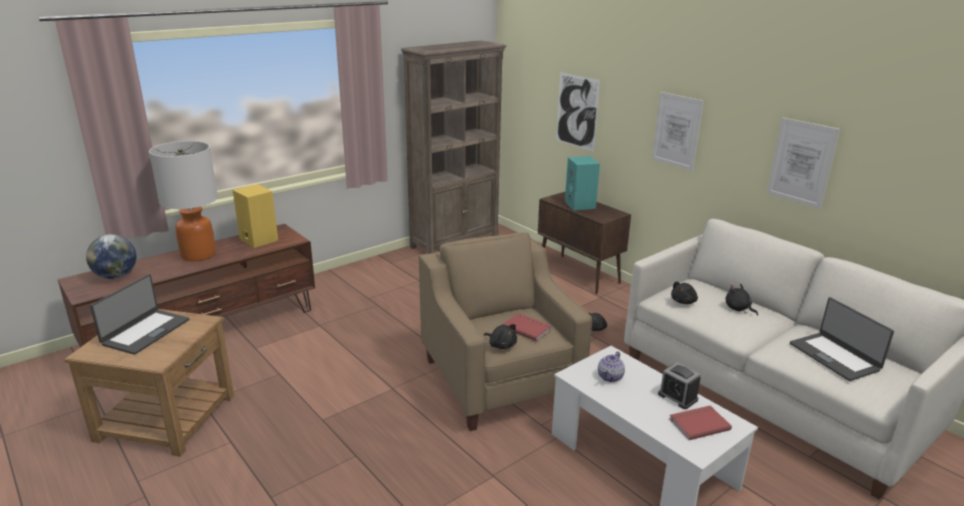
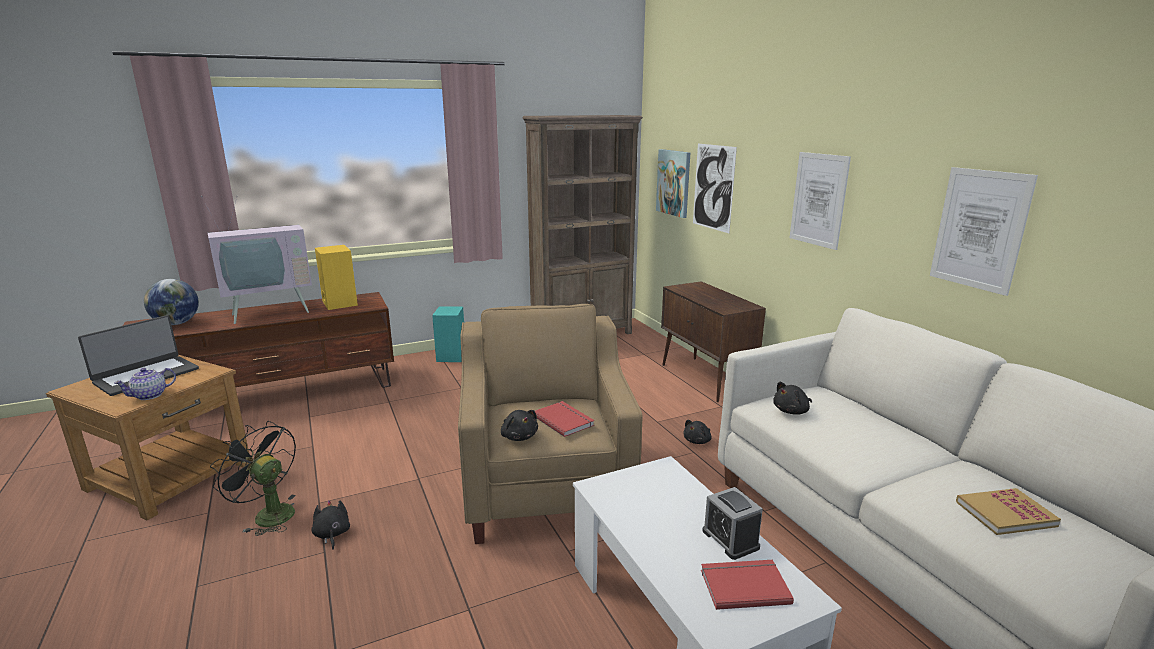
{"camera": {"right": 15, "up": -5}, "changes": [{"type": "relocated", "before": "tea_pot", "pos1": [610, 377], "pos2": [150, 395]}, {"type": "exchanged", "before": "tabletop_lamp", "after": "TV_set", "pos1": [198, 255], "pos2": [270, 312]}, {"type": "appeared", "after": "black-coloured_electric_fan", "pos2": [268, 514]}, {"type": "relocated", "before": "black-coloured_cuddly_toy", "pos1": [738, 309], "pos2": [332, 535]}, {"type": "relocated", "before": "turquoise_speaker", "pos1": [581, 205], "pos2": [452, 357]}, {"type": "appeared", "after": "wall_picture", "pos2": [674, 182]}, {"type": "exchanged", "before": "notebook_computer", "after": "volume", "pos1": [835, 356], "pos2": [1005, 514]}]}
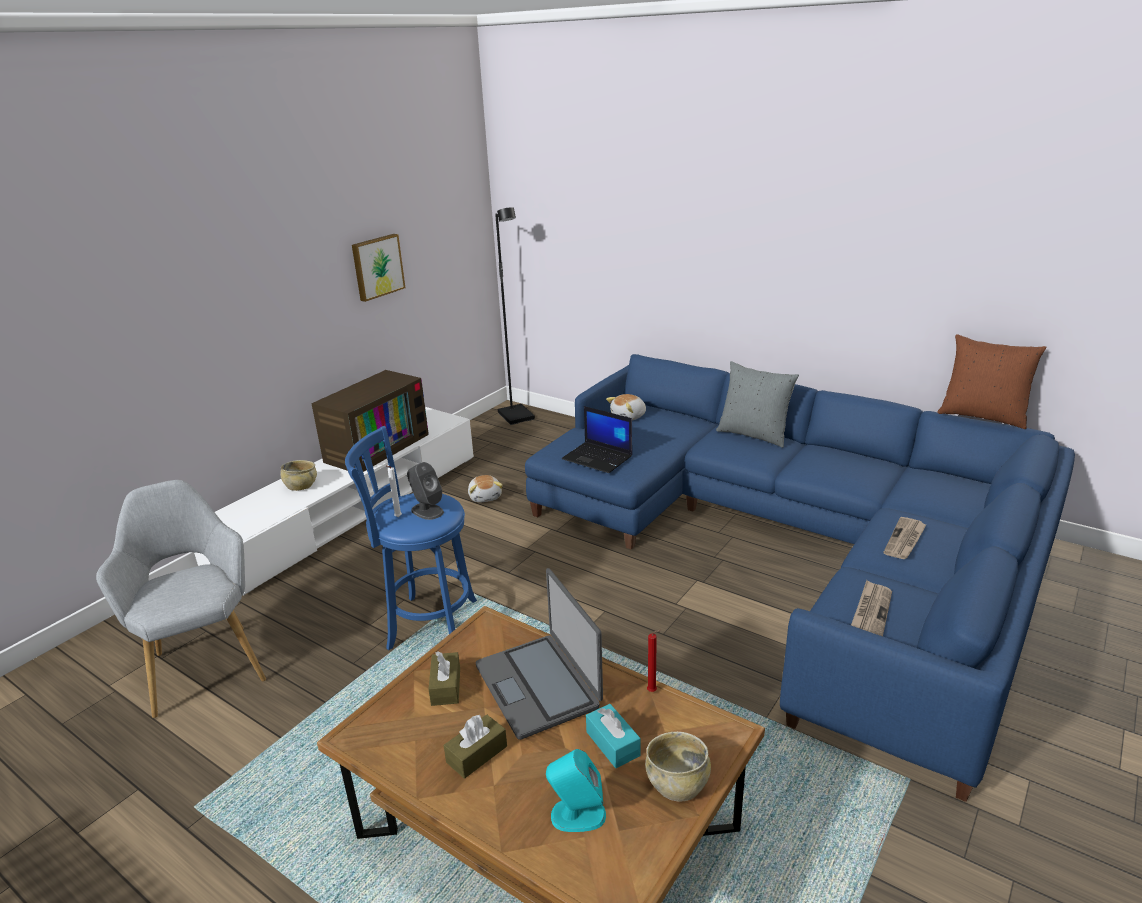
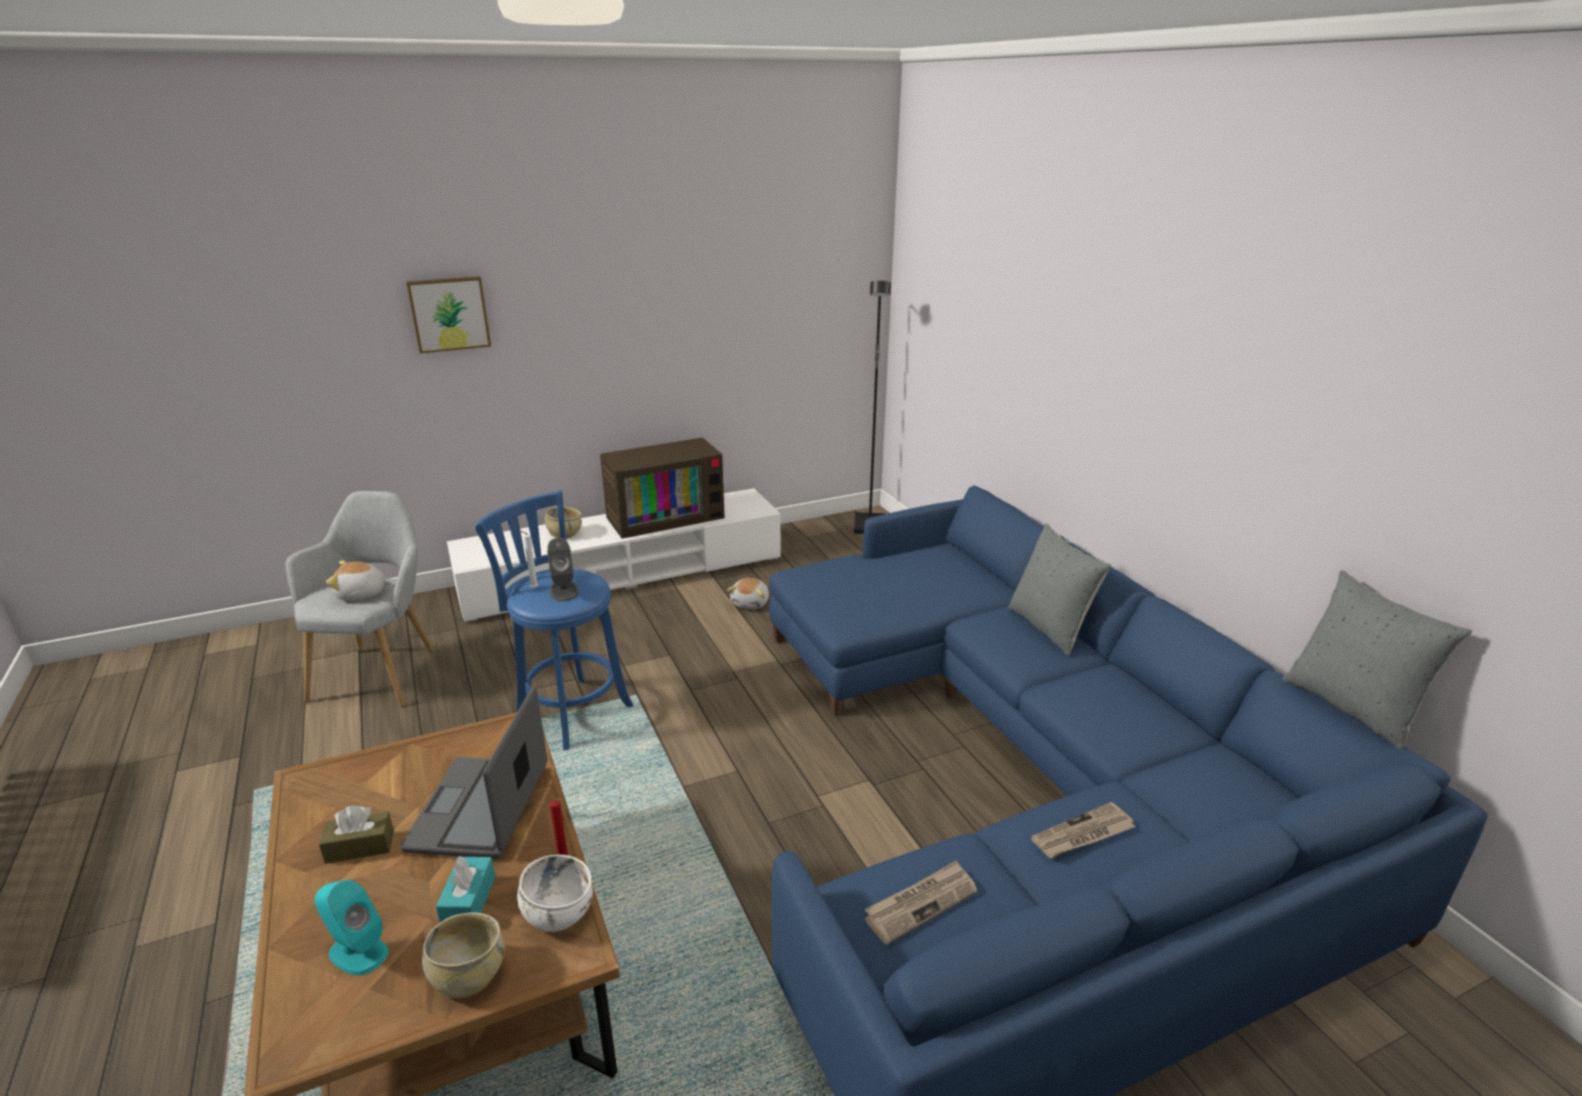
{"camera": {"right": 30, "up": 0}, "changes": [{"type": "relocated", "before": "cuddly_toy", "pos1": [629, 416], "pos2": [361, 594]}, {"type": "relocated", "before": "wall_picture", "pos1": [377, 266], "pos2": [449, 313]}, {"type": "appeared", "after": "white-coloured_serving_bowl", "pos2": [558, 915]}, {"type": "colour", "before": "brown_throw_pillow", "after": "grey_throw_pillow", "pos1": [982, 416], "pos2": [1352, 707]}, {"type": "missing", "before": "brown_tissue_box", "pos1": [446, 686]}, {"type": "missing", "before": "notebook_computer", "pos1": [598, 458]}]}
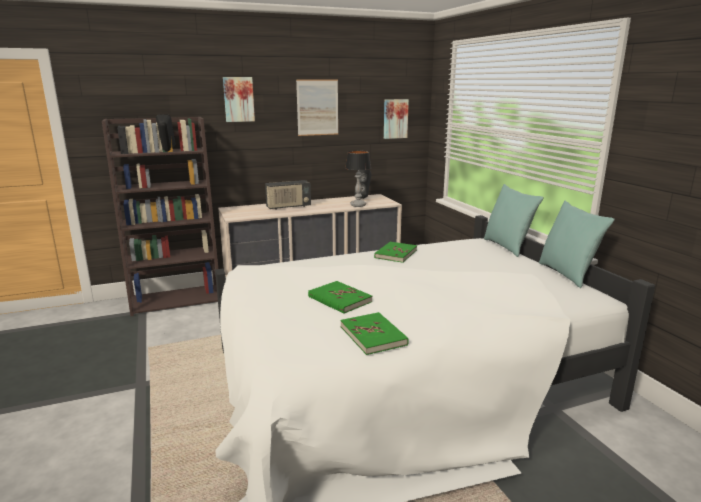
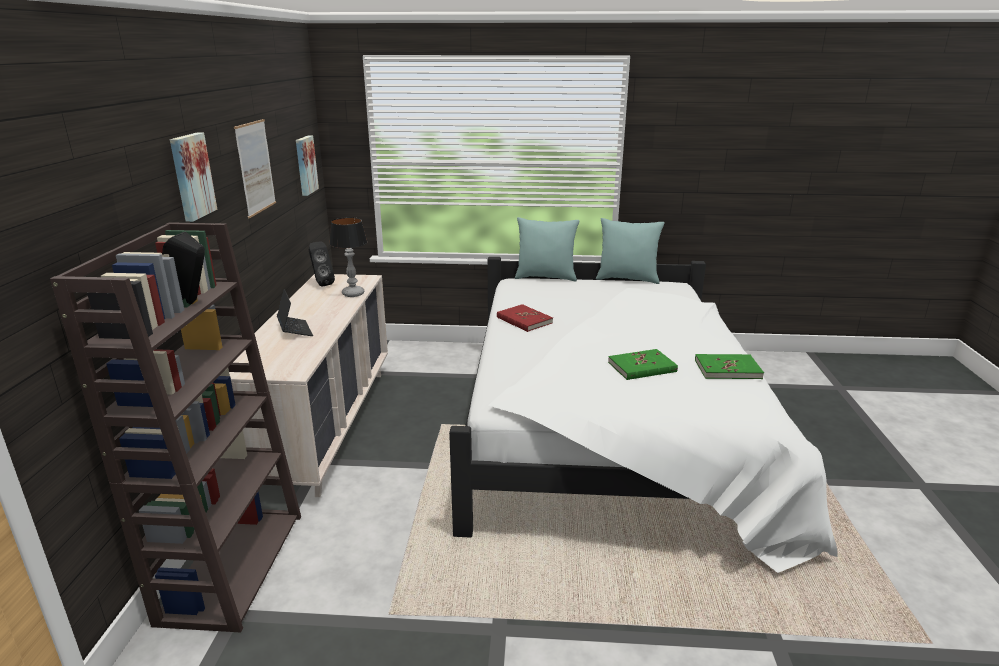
{"camera": {"right": -65, "up": 5}, "changes": [{"type": "exchanged", "before": "radio_receiver", "after": "notebook_computer", "pos1": [288, 207], "pos2": [295, 330]}, {"type": "colour", "before": "green-coloured_volume", "after": "reddish_volume", "pos1": [395, 254], "pos2": [524, 320]}]}
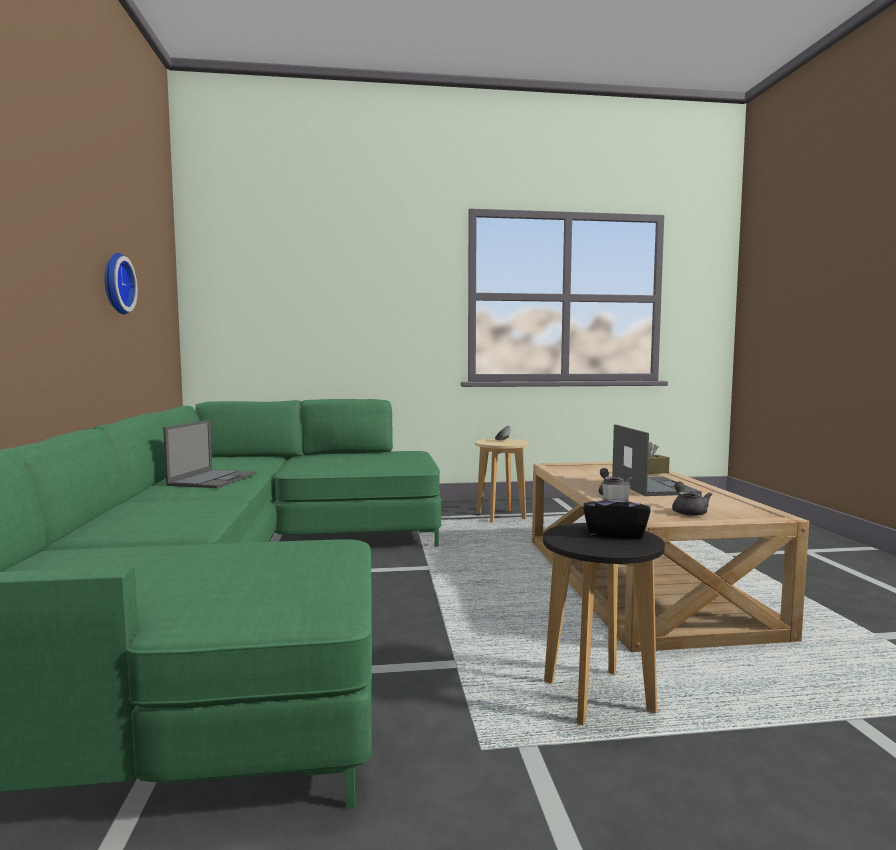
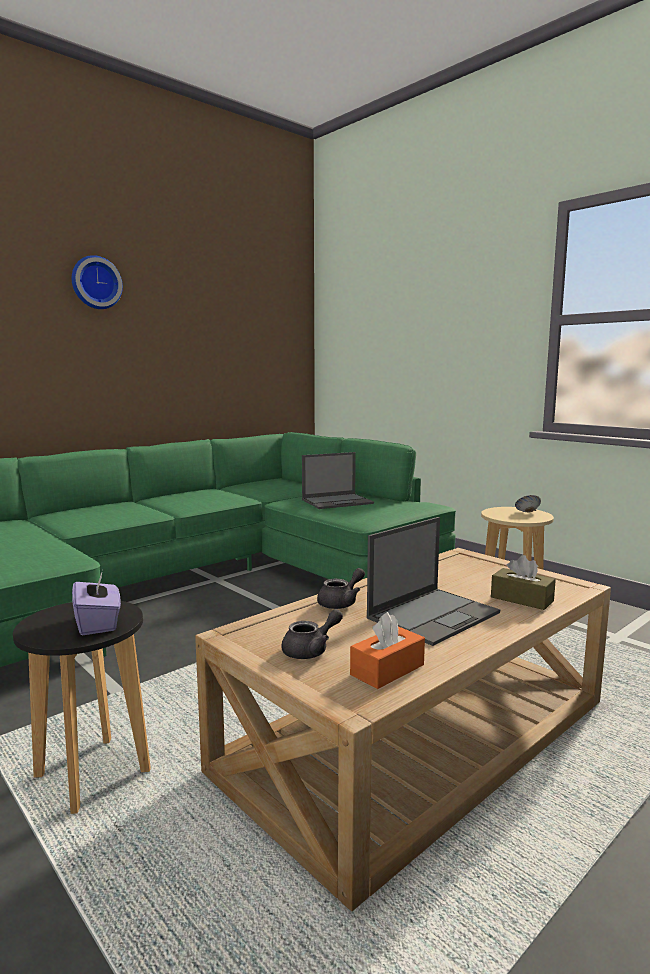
{"camera": {"right": 55, "up": 5}, "changes": [{"type": "relocated", "before": "wall_clock", "pos1": [115, 283], "pos2": [95, 283]}, {"type": "colour", "before": "black-coloured_tissue_box", "after": "purple-coloured_tissue_box", "pos1": [614, 533], "pos2": [98, 623]}, {"type": "relocated", "before": "notebook_computer", "pos1": [213, 479], "pos2": [338, 501]}, {"type": "appeared", "after": "orangey_tissue_box", "pos2": [387, 670]}]}
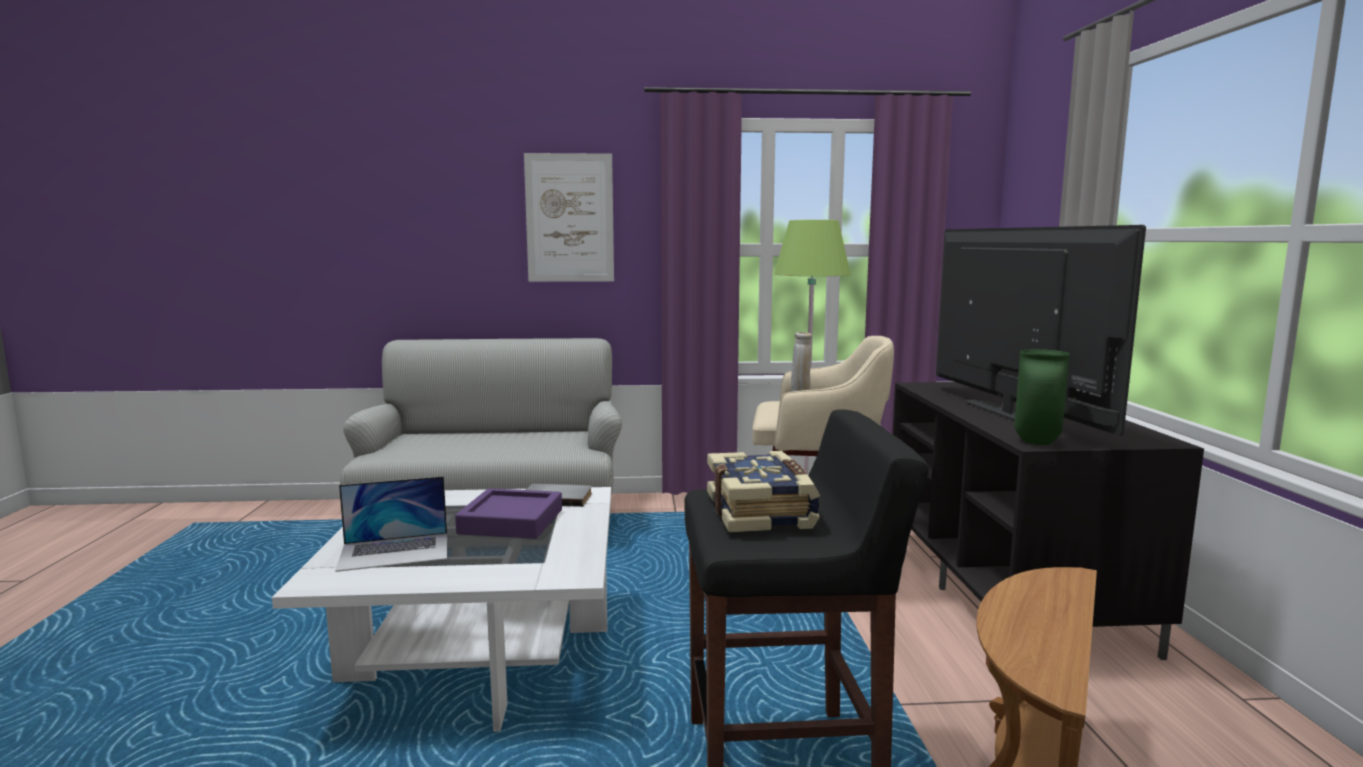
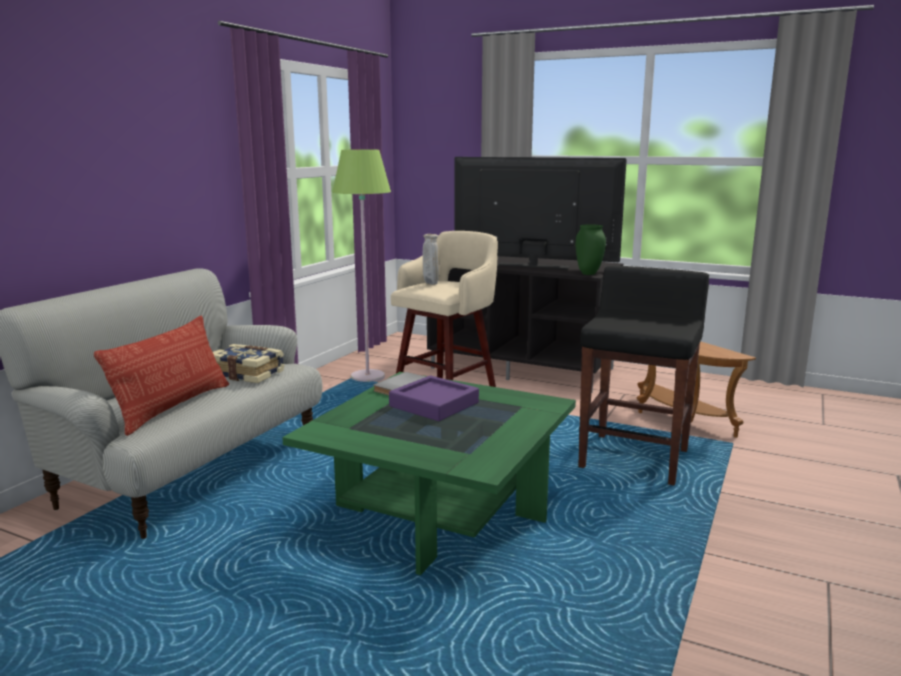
{"camera": {"right": -60, "up": 5}, "changes": [{"type": "appeared", "after": "throw_pillow", "pos2": [173, 407]}, {"type": "relocated", "before": "volume", "pos1": [762, 511], "pos2": [247, 374]}, {"type": "colour", "before": "white-coloured_coffee_table", "after": "green-coloured_coffee_table", "pos1": [478, 655], "pos2": [439, 514]}, {"type": "missing", "before": "notebook_computer", "pos1": [395, 551]}, {"type": "missing", "before": "wall_picture", "pos1": [569, 218]}]}
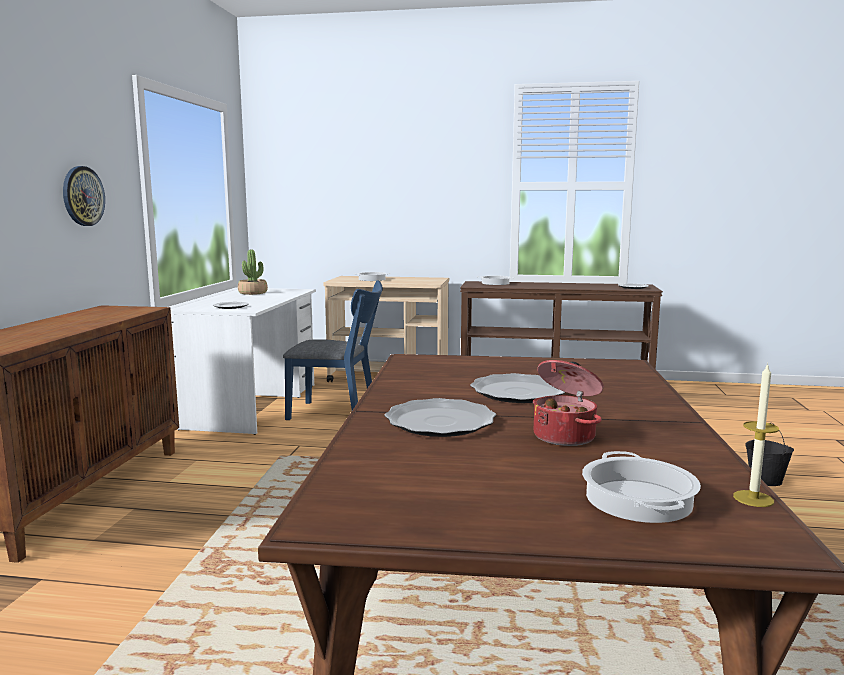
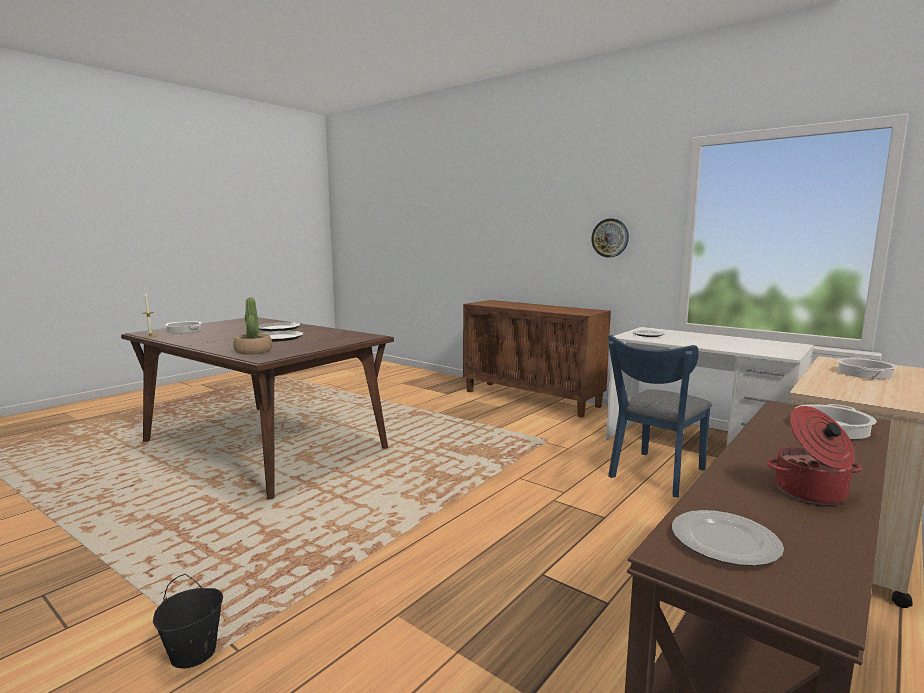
{"camera": {"right": 120, "up": 0}, "changes": [{"type": "relocated", "before": "potted_plant", "pos1": [253, 293], "pos2": [253, 351]}, {"type": "relocated", "before": "cooking_pot", "pos1": [565, 436], "pos2": [811, 493]}]}
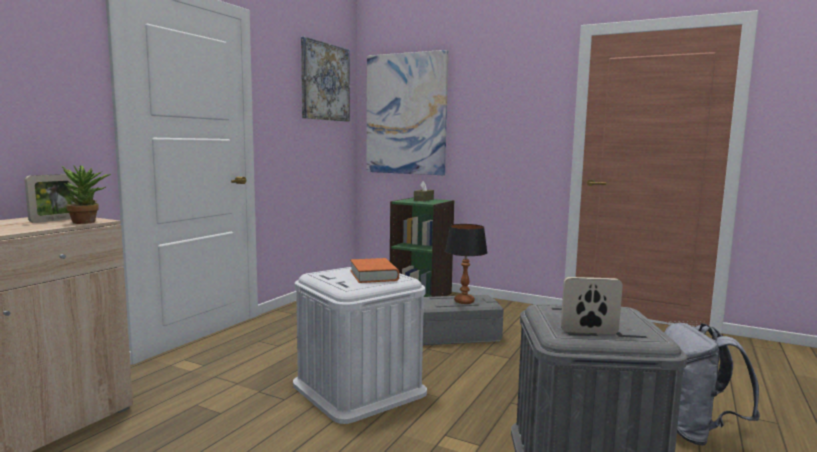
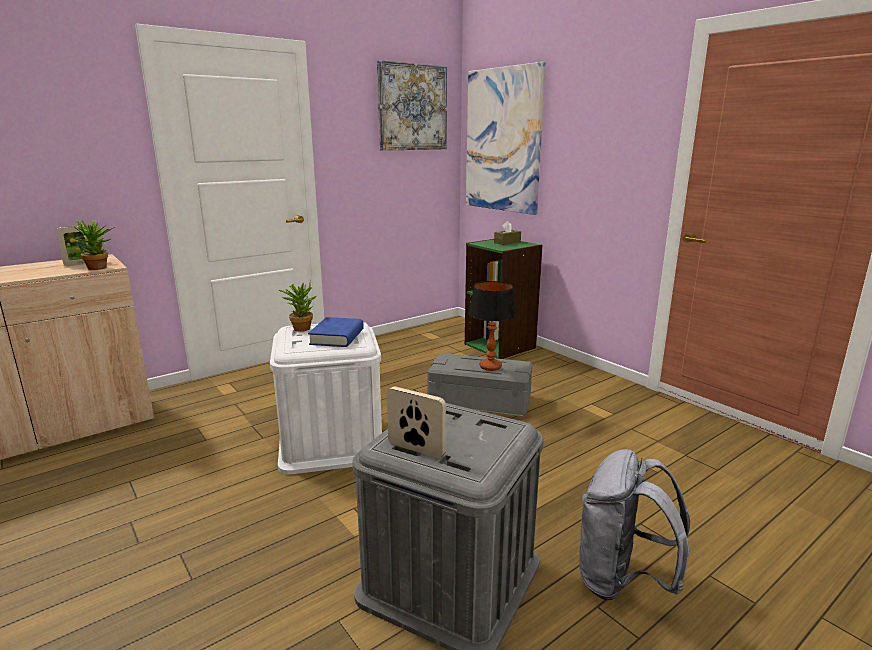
{"camera": {"right": 25, "up": 10}, "changes": [{"type": "appeared", "after": "potted_plant", "pos2": [301, 328]}, {"type": "colour", "before": "orangey_volume", "after": "bluish_volume", "pos1": [373, 275], "pos2": [337, 337]}]}
